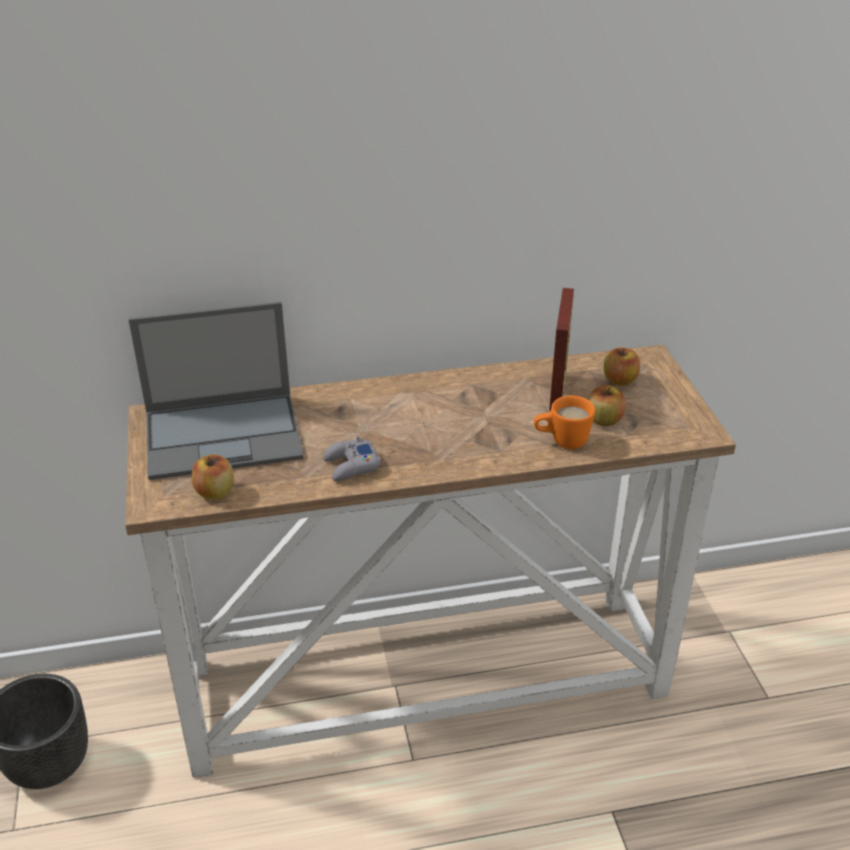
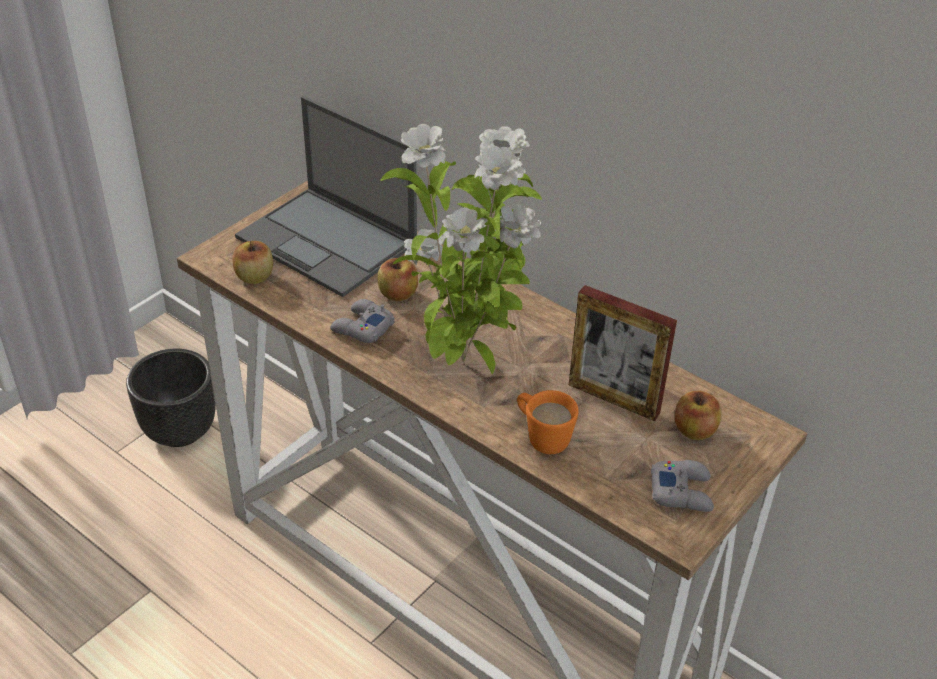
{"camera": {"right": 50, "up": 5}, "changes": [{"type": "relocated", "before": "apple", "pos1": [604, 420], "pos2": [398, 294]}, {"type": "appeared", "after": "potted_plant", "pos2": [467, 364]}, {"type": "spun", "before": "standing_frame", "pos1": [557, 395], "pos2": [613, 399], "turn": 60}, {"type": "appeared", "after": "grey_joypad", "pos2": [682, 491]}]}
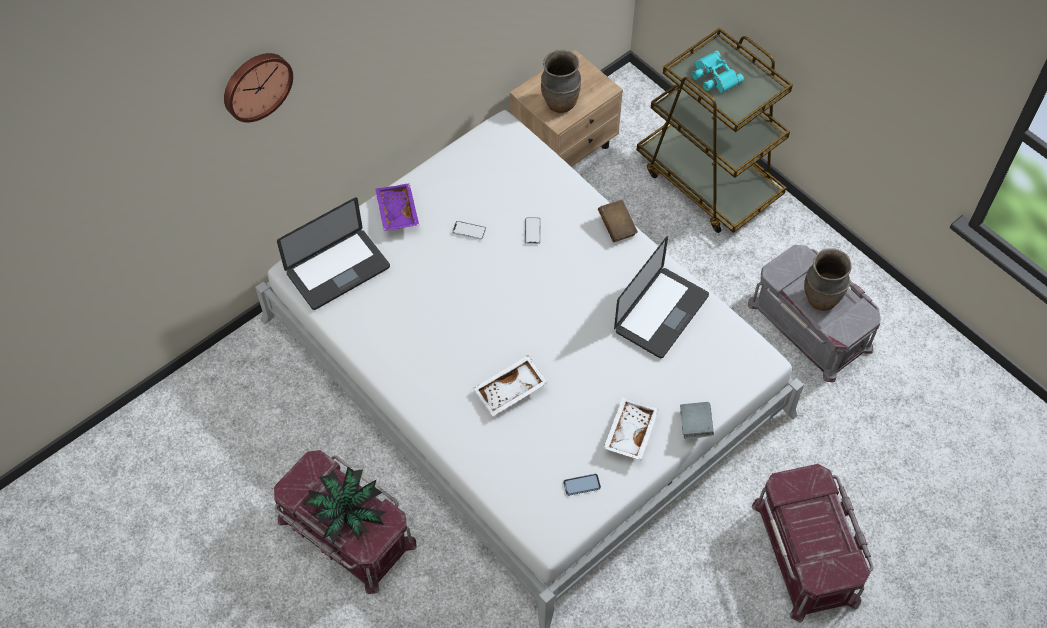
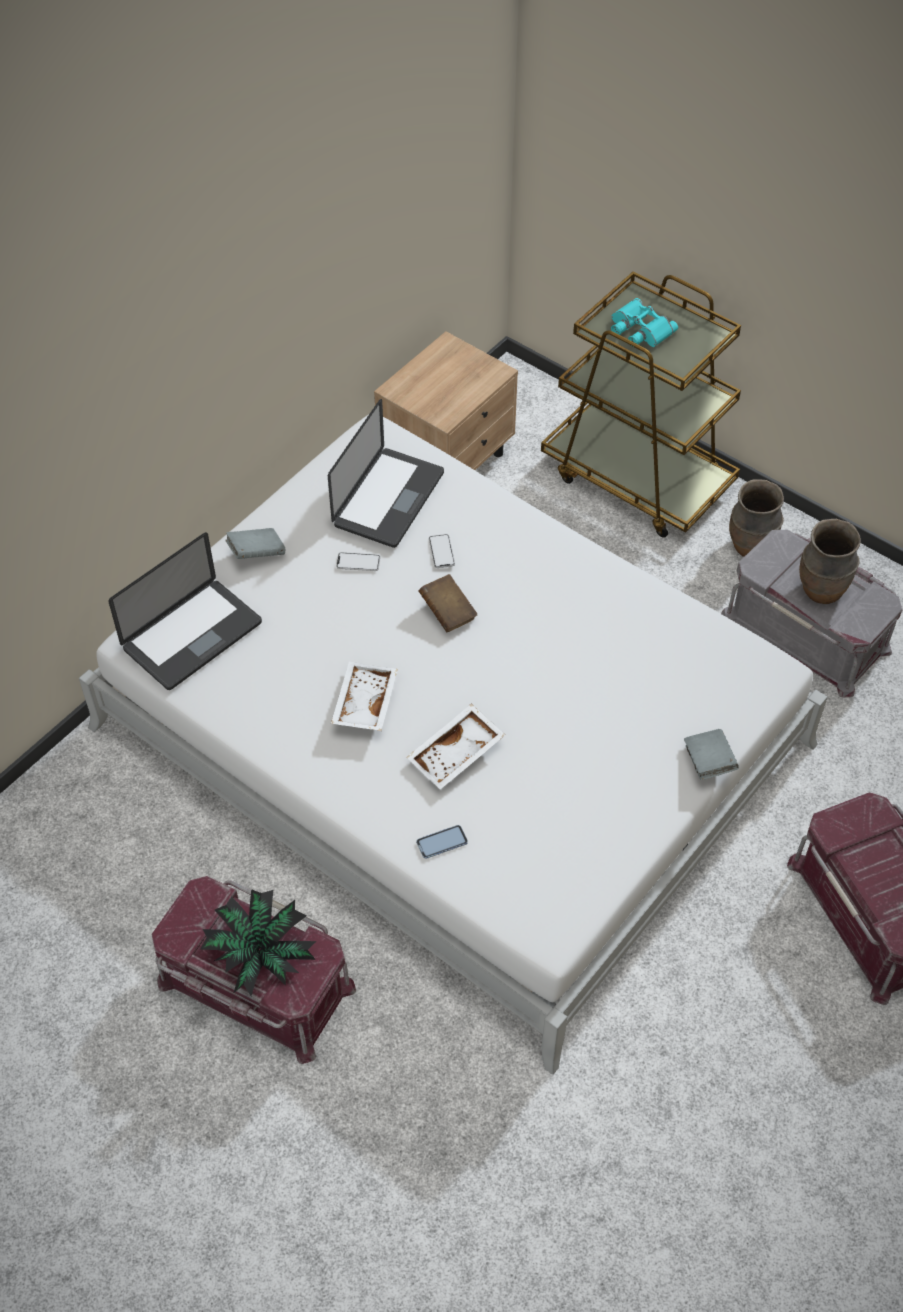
{"camera": {"right": -10, "up": -5}, "changes": [{"type": "exchanged", "before": "purple-coloured_tray", "after": "grey_volume", "pos1": [396, 212], "pos2": [256, 553]}, {"type": "relocated", "before": "notebook_computer", "pos1": [661, 313], "pos2": [388, 499]}, {"type": "relocated", "before": "white-coloured_tray", "pos1": [629, 432], "pos2": [363, 703]}, {"type": "relocated", "before": "telephone", "pos1": [581, 485], "pos2": [442, 842]}, {"type": "relocated", "before": "brown_volume", "pos1": [617, 227], "pos2": [448, 612]}, {"type": "relocated", "before": "brown_vase", "pos1": [560, 103], "pos2": [750, 547]}, {"type": "missing", "before": "wall_clock", "pos1": [256, 85]}]}
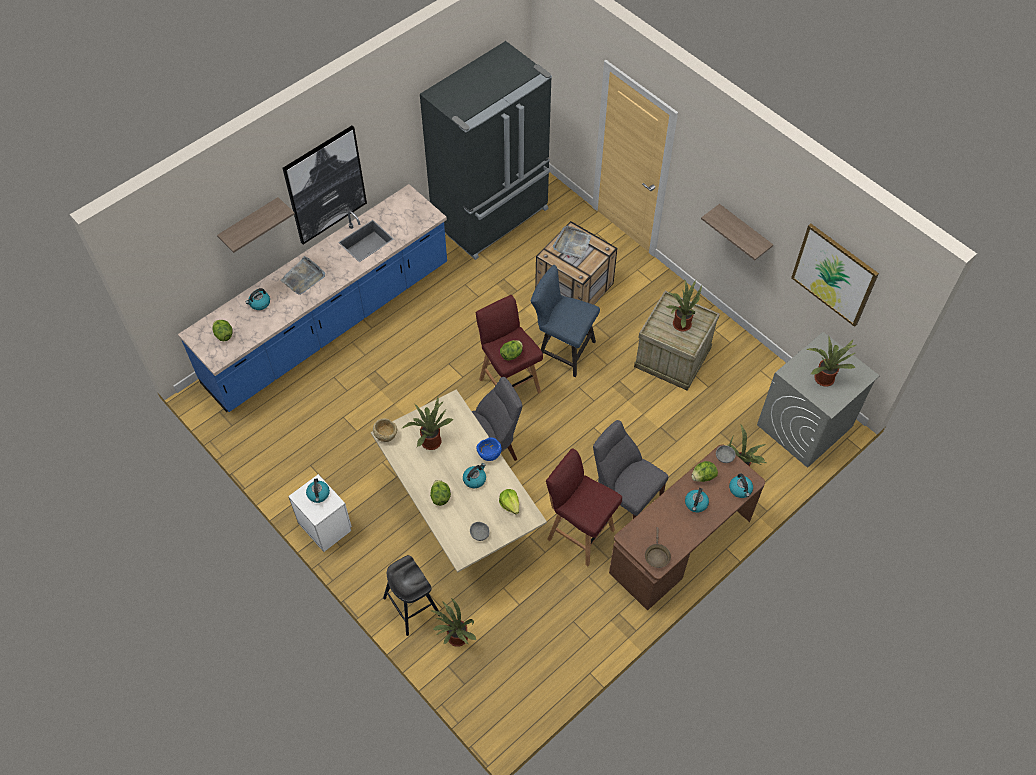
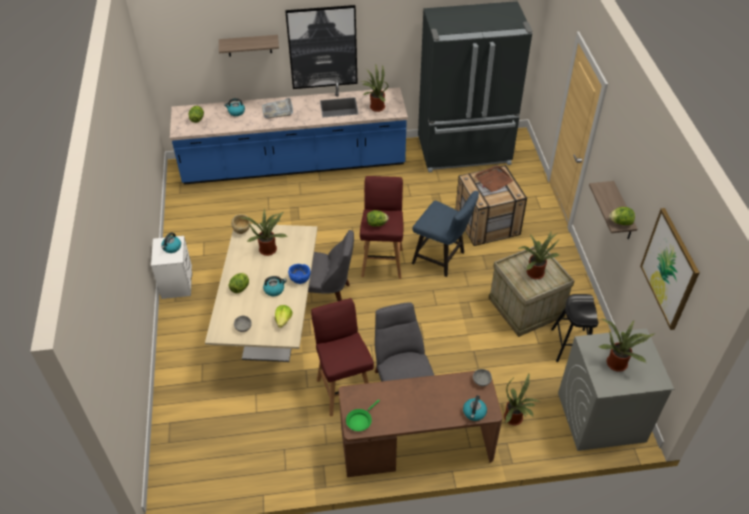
{"camera": {"right": 35, "up": -10}, "changes": [{"type": "colour", "before": "brown_pan", "after": "green-coloured_pan", "pos1": [656, 555], "pos2": [360, 420]}, {"type": "relocated", "before": "potted_plant", "pos1": [455, 638], "pos2": [375, 107]}, {"type": "spun", "before": "bluish_plain_chair", "pos1": [562, 349], "pos2": [442, 259], "turn": 150}, {"type": "colour", "before": "grey_tray", "after": "brown_tray", "pos1": [572, 244], "pos2": [493, 180]}, {"type": "relocated", "before": "black-coloured_stool_seat", "pos1": [412, 606], "pos2": [570, 345]}, {"type": "relocated", "before": "head_of_lettuce", "pos1": [703, 476], "pos2": [620, 222]}, {"type": "missing", "before": "tea_kettle", "pos1": [696, 504]}]}
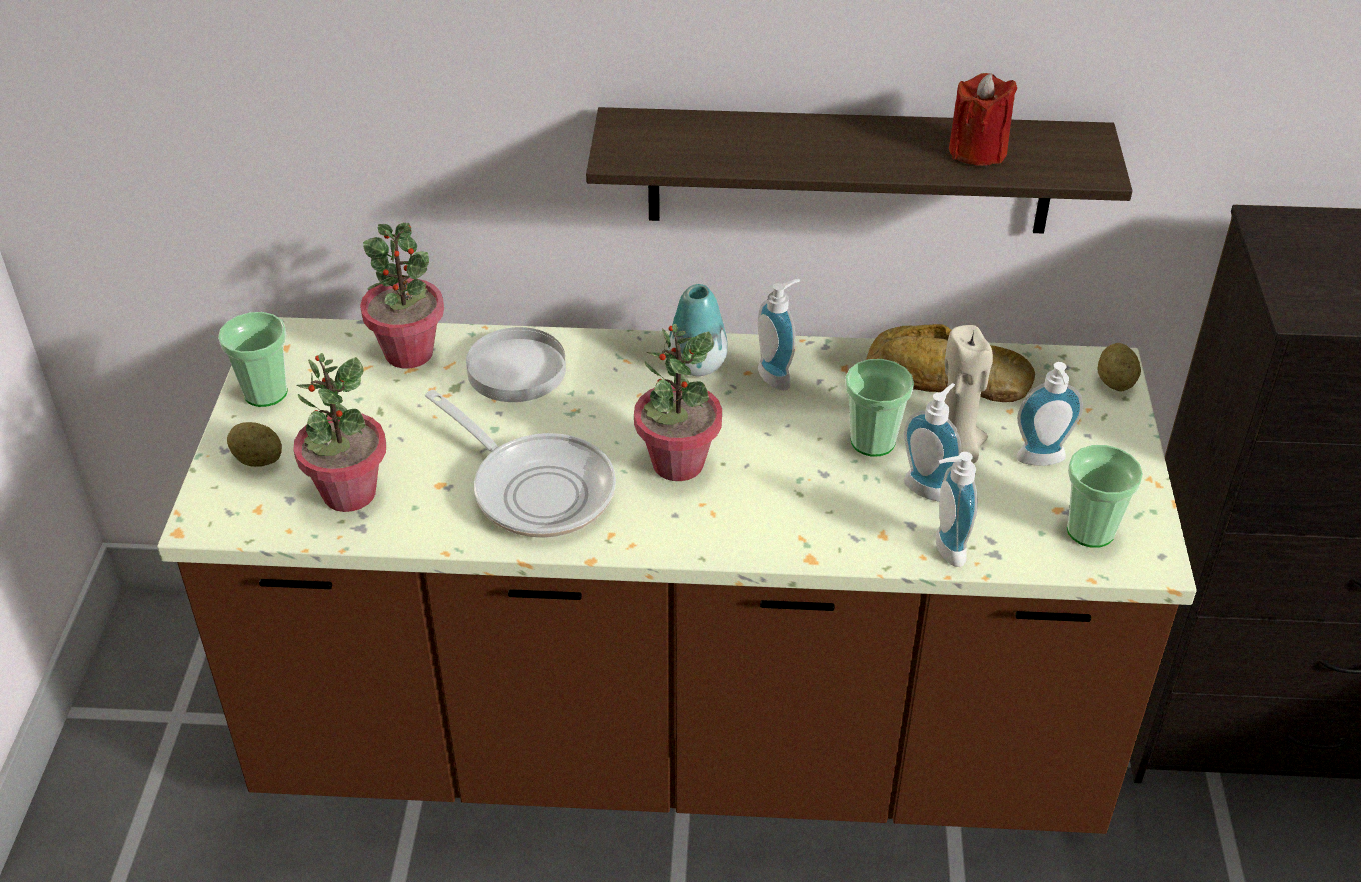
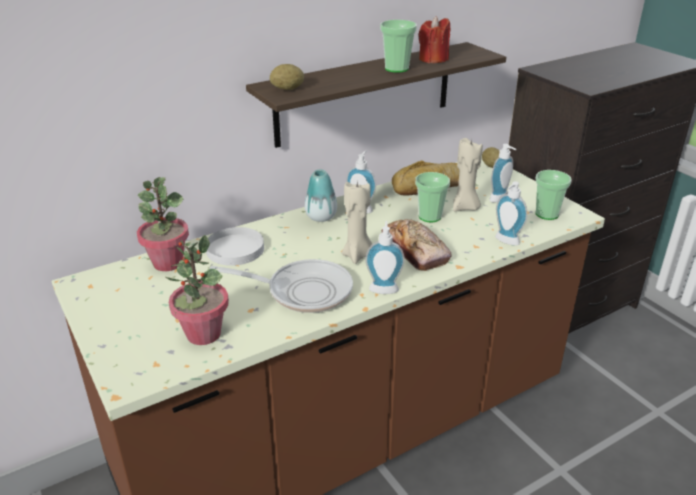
{"camera": {"right": -35, "up": -10}, "changes": [{"type": "relocated", "before": "spud", "pos1": [258, 459], "pos2": [287, 89]}, {"type": "exchanged", "before": "potted_plant", "after": "beige_wax_candle", "pos1": [677, 463], "pos2": [357, 255]}, {"type": "relocated", "before": "soap_bottle", "pos1": [929, 485], "pos2": [384, 287]}, {"type": "relocated", "before": "small_cup", "pos1": [265, 393], "pos2": [396, 68]}, {"type": "appeared", "after": "bread", "pos2": [415, 251]}]}
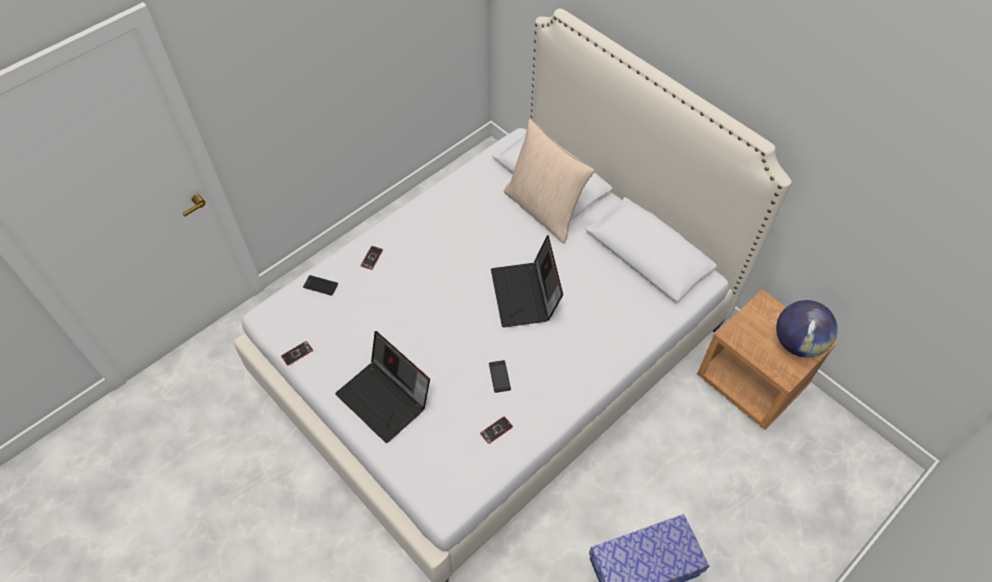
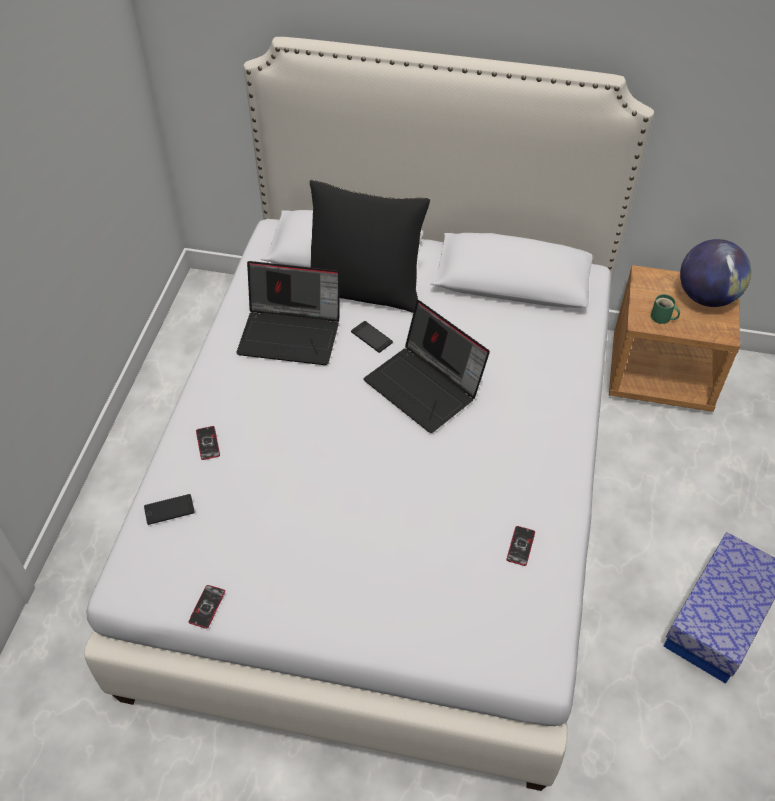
{"camera": {"right": -35, "up": -5}, "changes": [{"type": "relocated", "before": "notebook_computer", "pos1": [386, 399], "pos2": [292, 333]}, {"type": "colour", "before": "beige_throw_pillow", "after": "black-coloured_throw_pillow", "pos1": [544, 210], "pos2": [365, 289]}, {"type": "relocated", "before": "telephone", "pos1": [499, 376], "pos2": [371, 337]}, {"type": "appeared", "after": "green-coloured_coffee_mug", "pos2": [662, 318]}]}
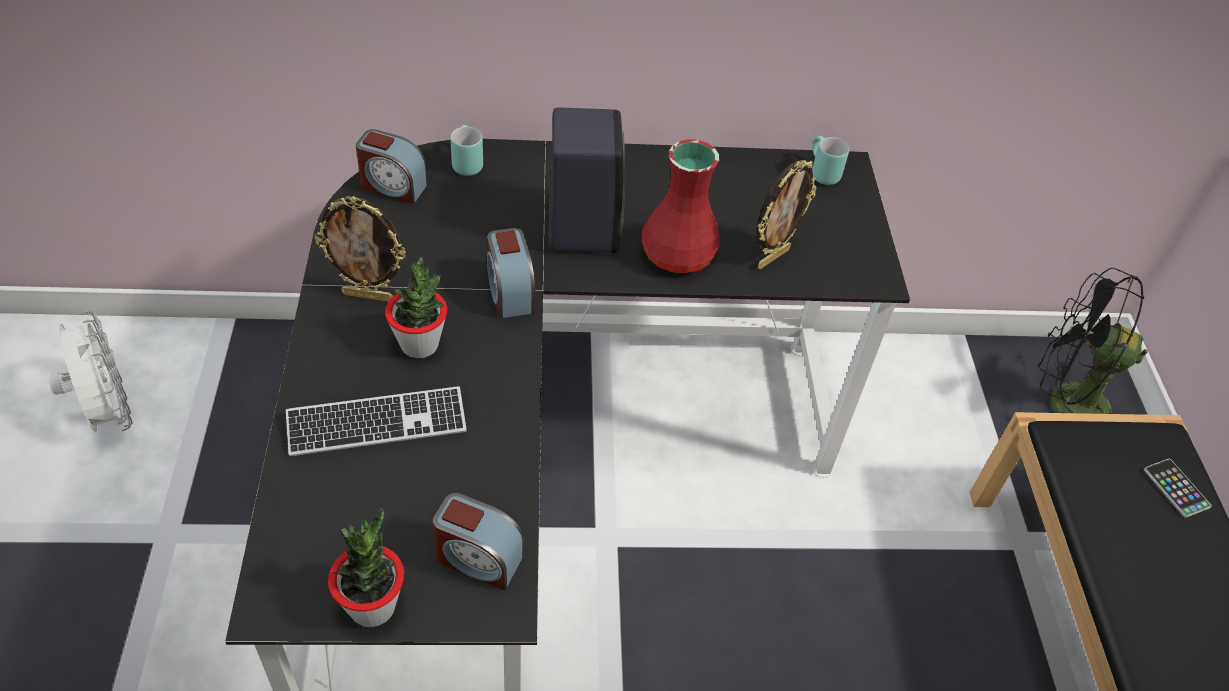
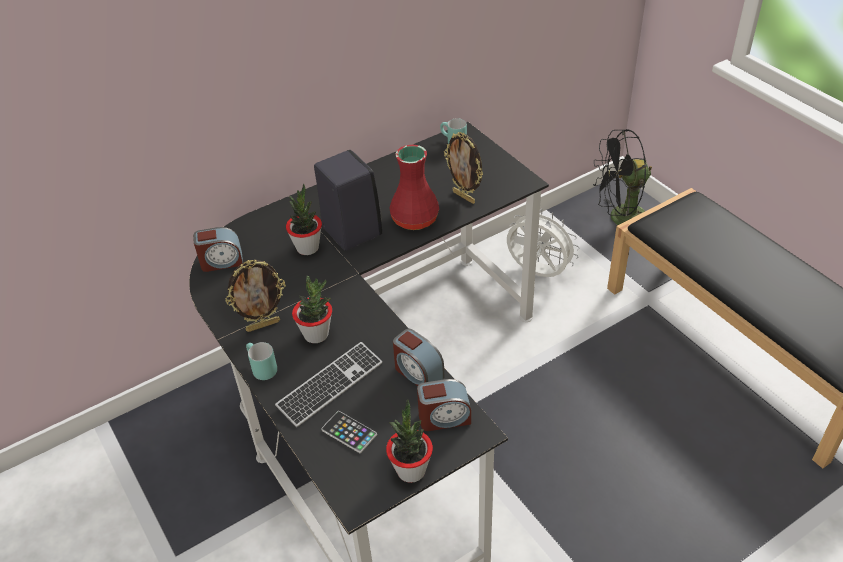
{"camera": {"right": -25, "up": -5}, "changes": [{"type": "relocated", "before": "turquoise_coffee_mug", "pos1": [464, 163], "pos2": [260, 369]}, {"type": "appeared", "after": "potted_plant", "pos2": [307, 248]}, {"type": "relocated", "before": "telephone", "pos1": [1176, 488], "pos2": [349, 432]}, {"type": "relocated", "before": "alarm_clock", "pos1": [509, 292], "pos2": [418, 373]}, {"type": "spun", "before": "standing_frame", "pos1": [772, 257], "pos2": [464, 197], "turn": 120}, {"type": "relocated", "before": "white-coloured_electric_fan", "pos1": [108, 413], "pos2": [537, 273]}]}
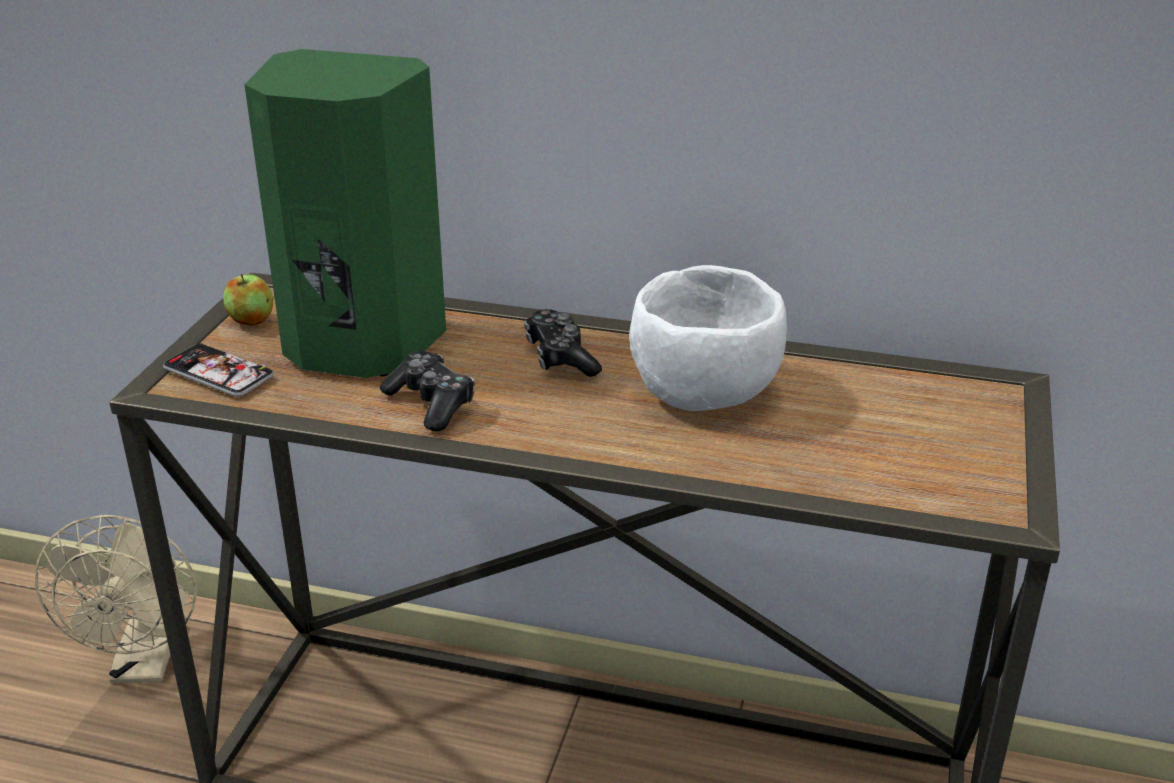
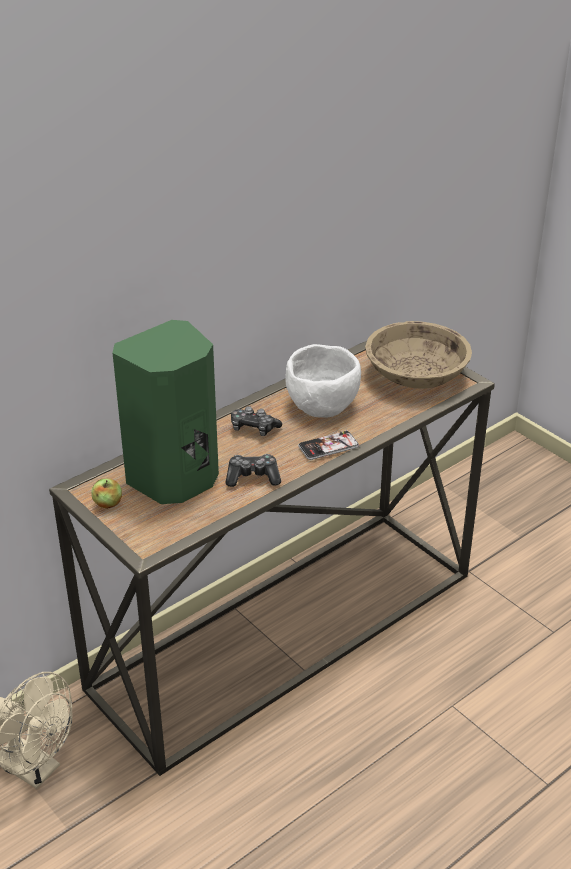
{"camera": {"right": -55, "up": 5}, "changes": [{"type": "relocated", "before": "telephone", "pos1": [218, 372], "pos2": [328, 446]}, {"type": "appeared", "after": "beige_serving_bowl", "pos2": [416, 376]}]}
